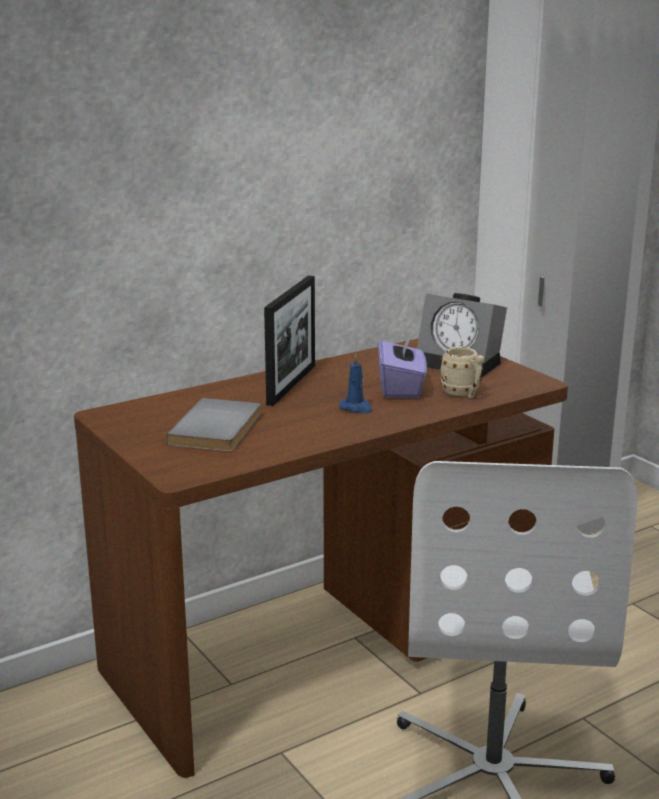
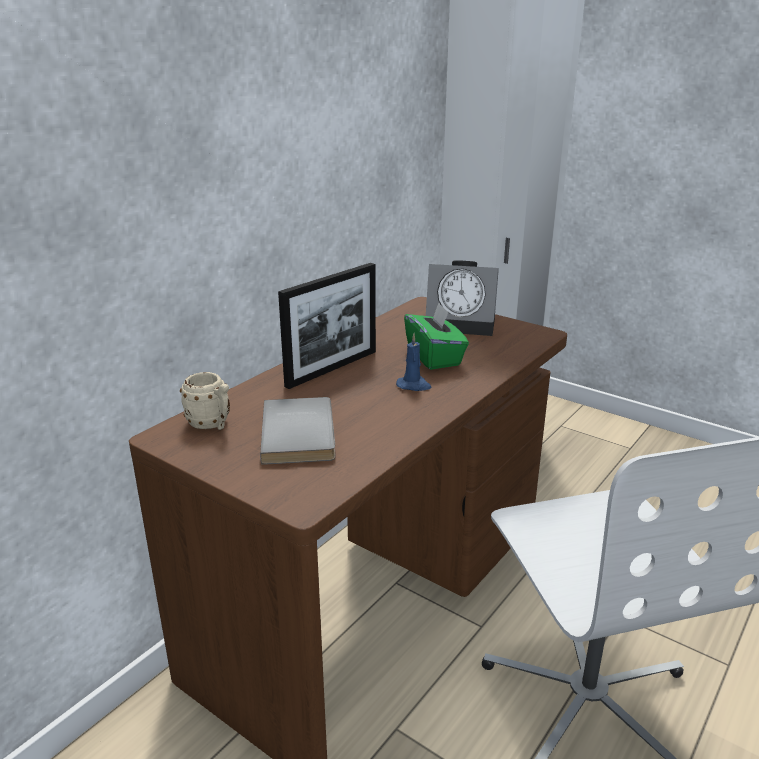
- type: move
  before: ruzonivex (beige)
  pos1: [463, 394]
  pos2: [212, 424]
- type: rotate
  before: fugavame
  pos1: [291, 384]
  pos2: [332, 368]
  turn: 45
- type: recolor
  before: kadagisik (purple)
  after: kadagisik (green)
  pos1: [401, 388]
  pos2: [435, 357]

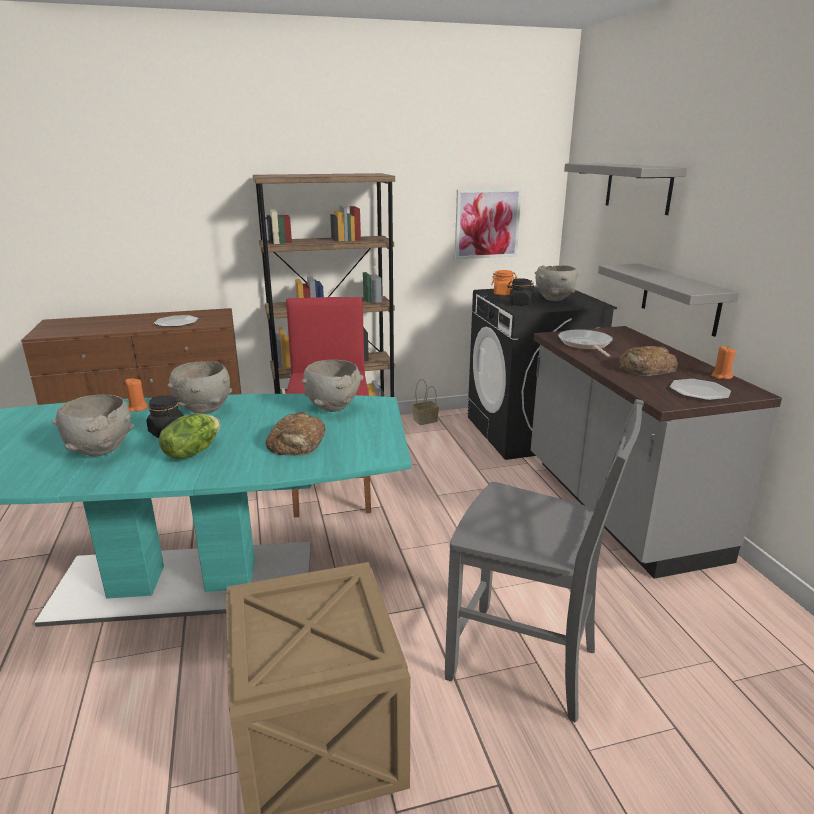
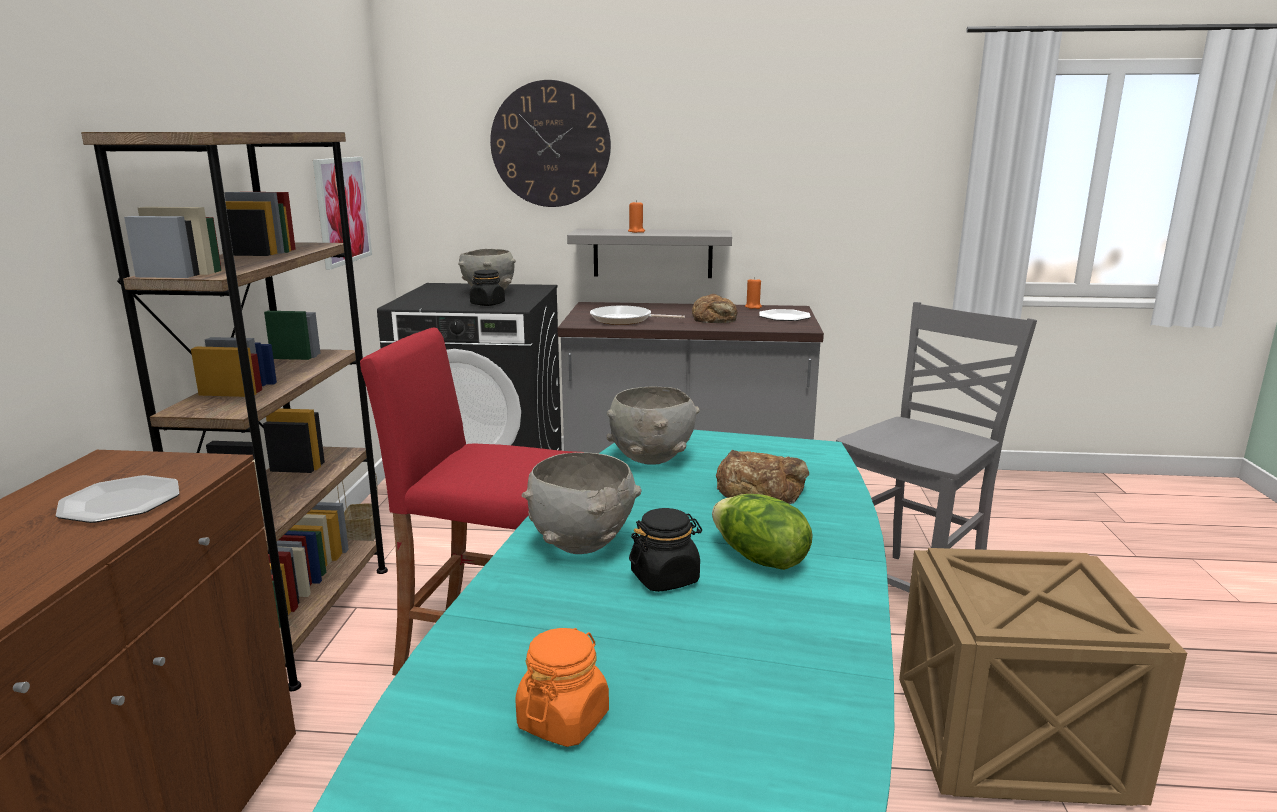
- type: replace
  before: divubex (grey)
  after: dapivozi
  pos1: [638, 187]
  pos2: [550, 144]
- type: move
  before: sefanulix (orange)
  pos1: [503, 294]
  pos2: [563, 720]
- type: move
  before: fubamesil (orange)
  pos1: [137, 408]
  pos2: [636, 231]
- type: delete
  before: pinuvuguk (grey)
  pos1: [101, 451]

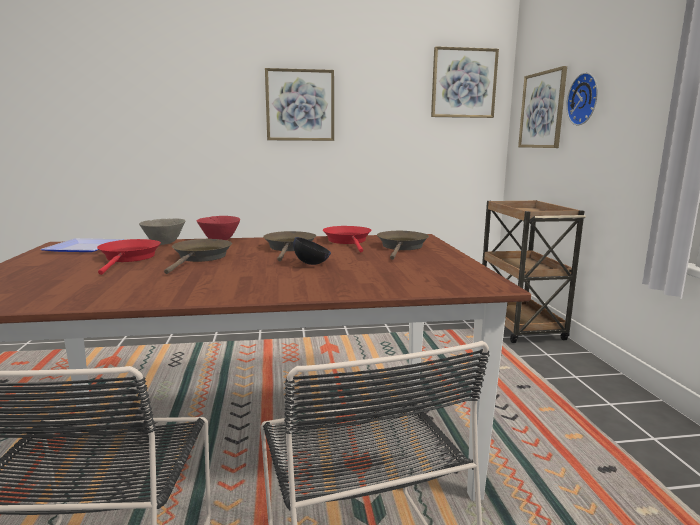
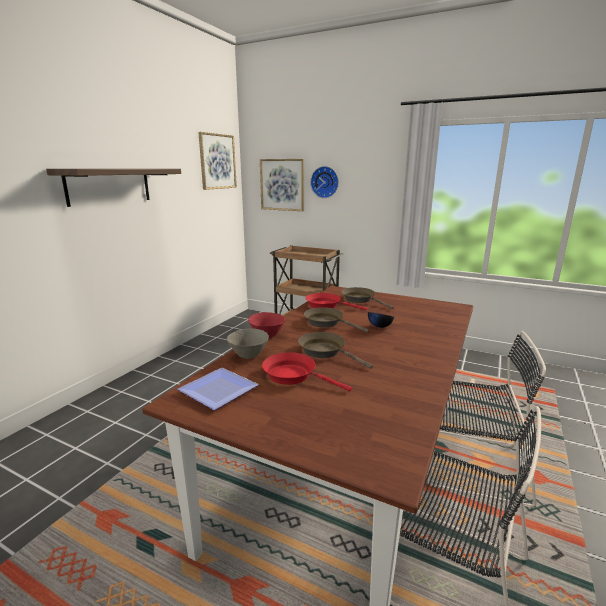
- type: replace
  before: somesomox
  after: divubex
  pos1: [300, 105]
  pos2: [109, 186]

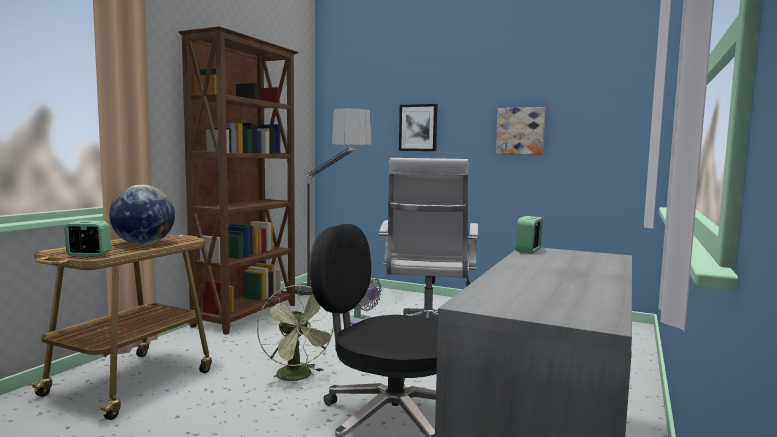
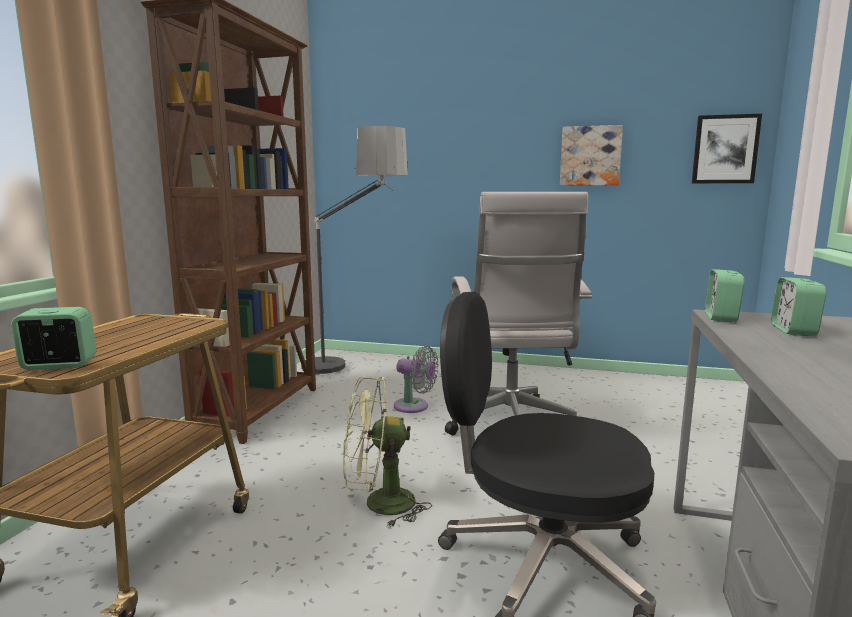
- type: rotate
  before: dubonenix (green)
  pos1: [298, 377]
  pos2: [379, 505]
  turn: 120
- type: move
  before: somesomox
  pos1: [418, 128]
  pos2: [725, 149]
- type: insert
  after: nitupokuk
  pos2: [793, 330]
- type: delete
  before: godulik
  pos1: [143, 244]

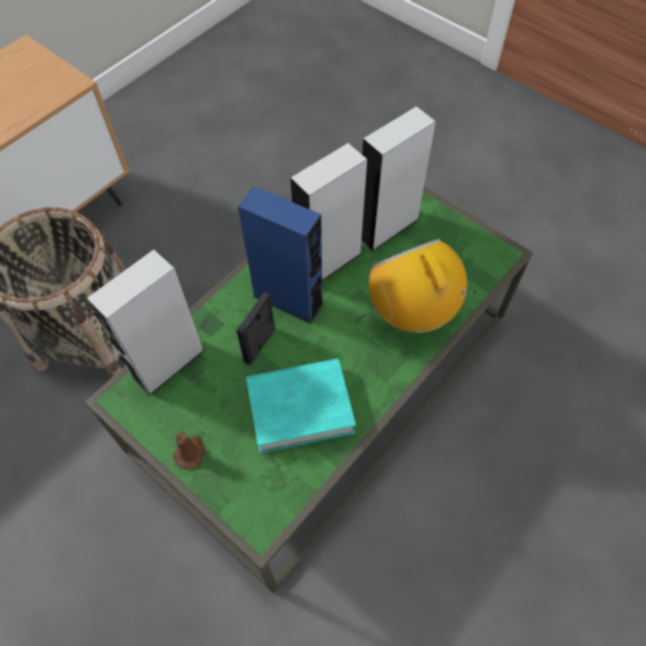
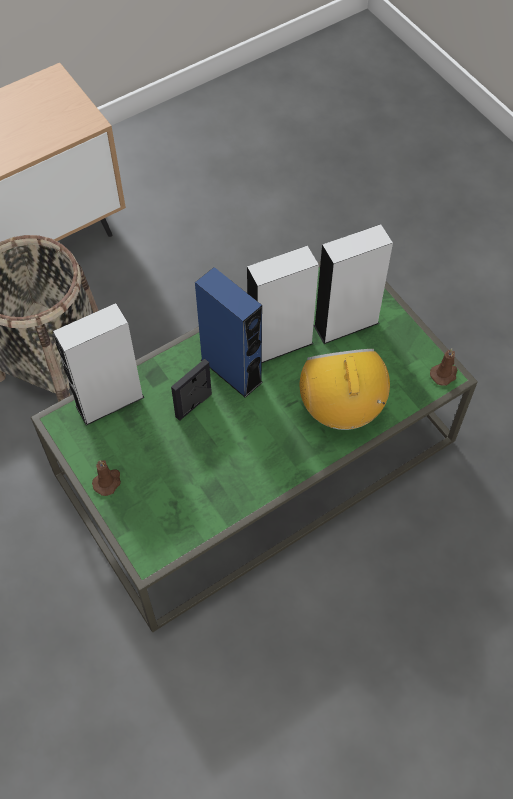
- type: insert
  after: fubamesil (brown)
  pos2: [444, 374]
- type: delete
  before: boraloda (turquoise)
  pos1: [300, 408]

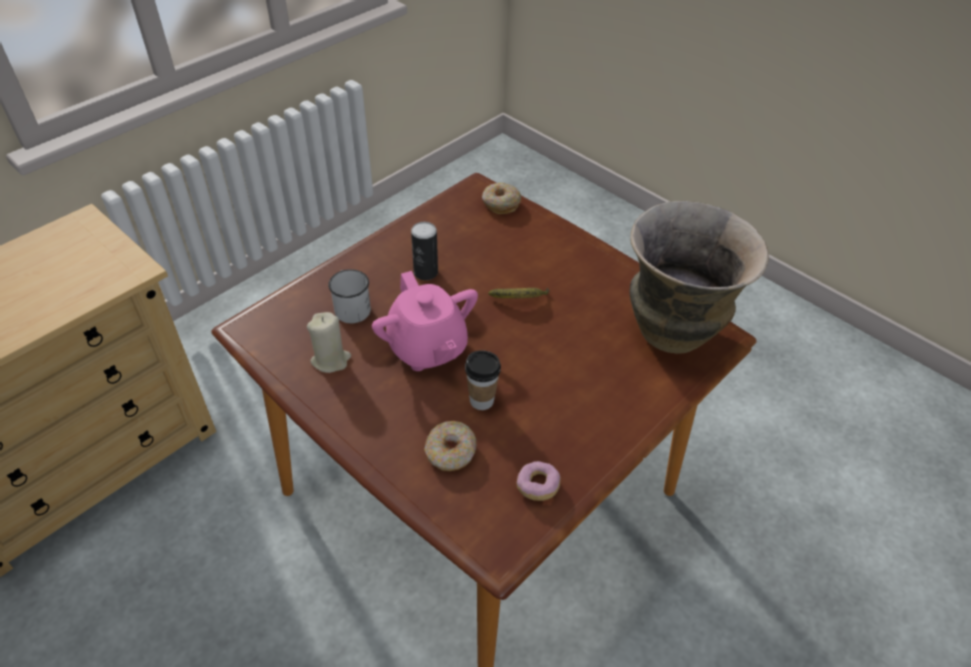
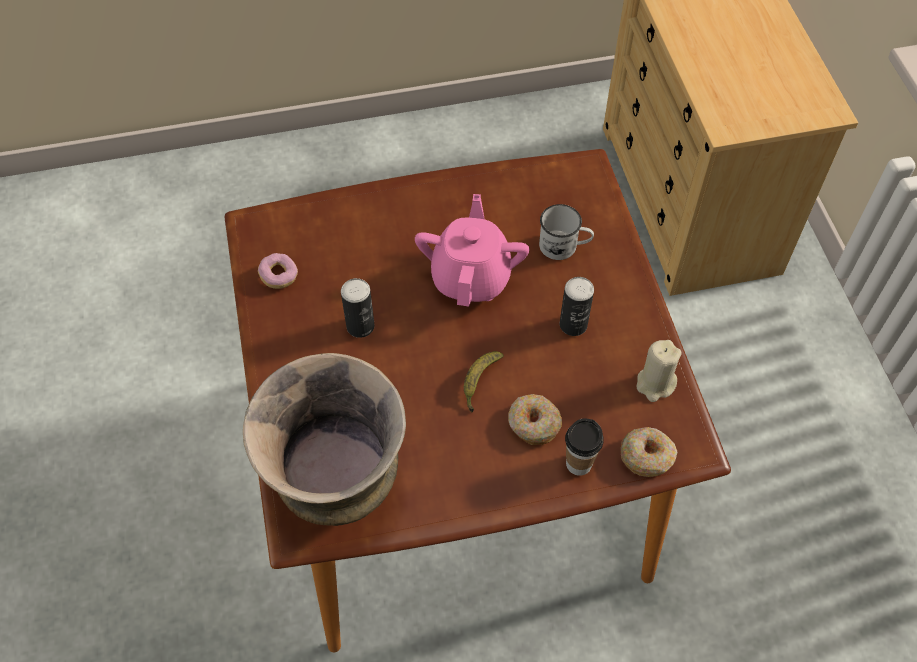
- type: insert
  after: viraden
  pos2: [360, 326]
- type: rotate
  before: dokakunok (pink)
  pos1: [427, 348]
  pos2: [471, 277]
  turn: 90
- type: move
  before: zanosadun
  pos1: [451, 452]
  pos2: [533, 424]
- type: move
  before: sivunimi
  pos1: [481, 400]
  pos2: [578, 464]
- type: move
  before: fubamesil (beige)
  pos1: [331, 360]
  pos2: [655, 384]

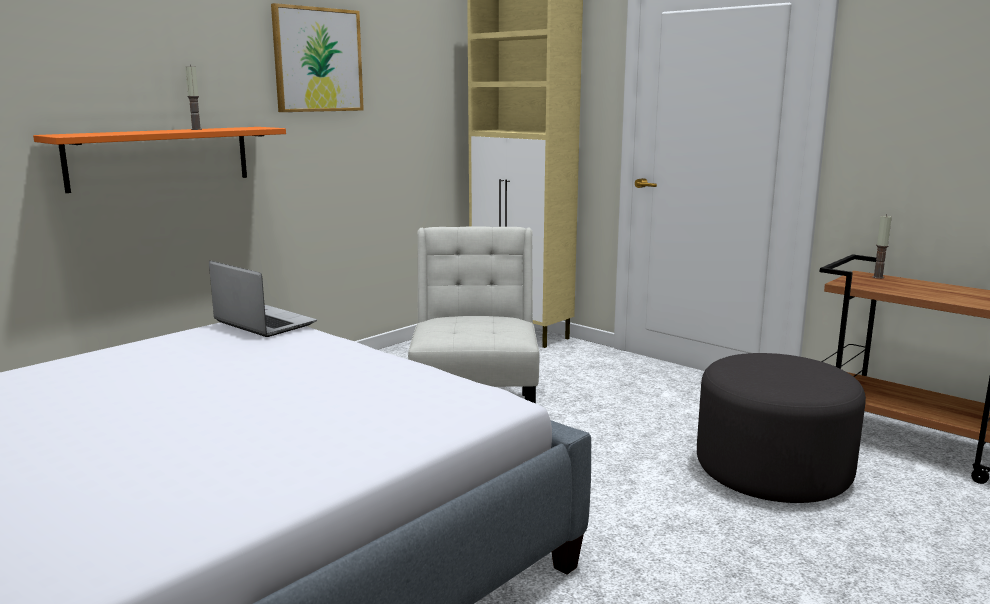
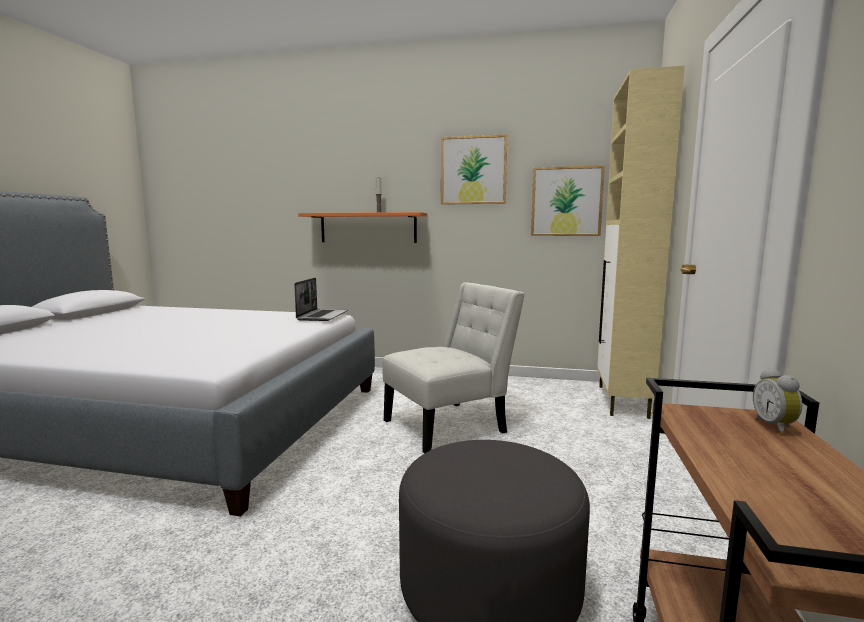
- type: insert
  after: somesomox
  pos2: [566, 201]
- type: replace
  before: fubamesil
  after: nitupokuk
  pos1: [878, 277]
  pos2: [776, 427]

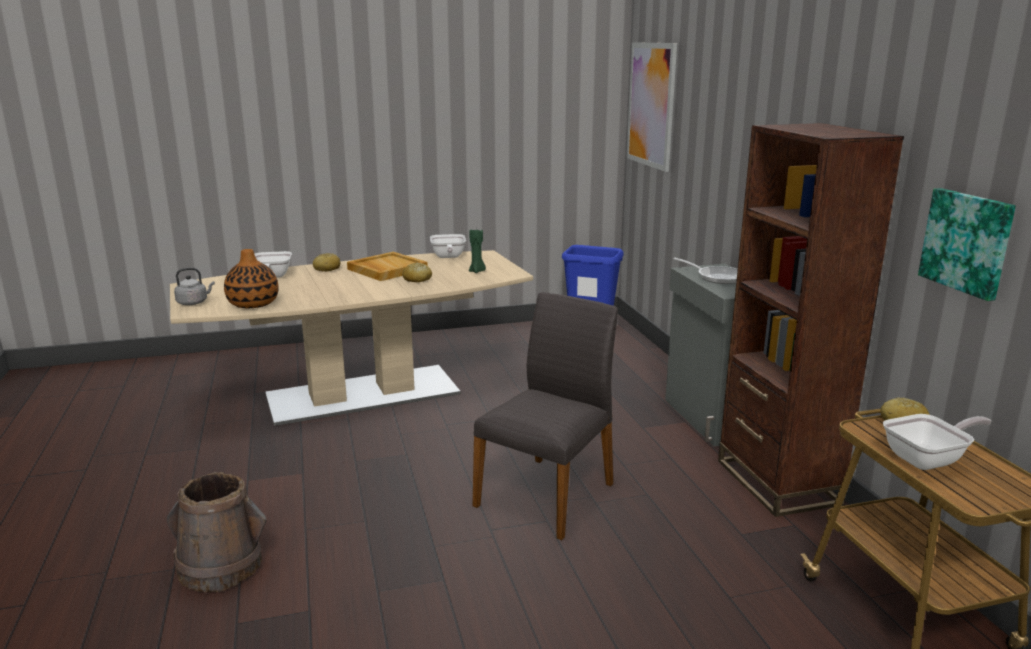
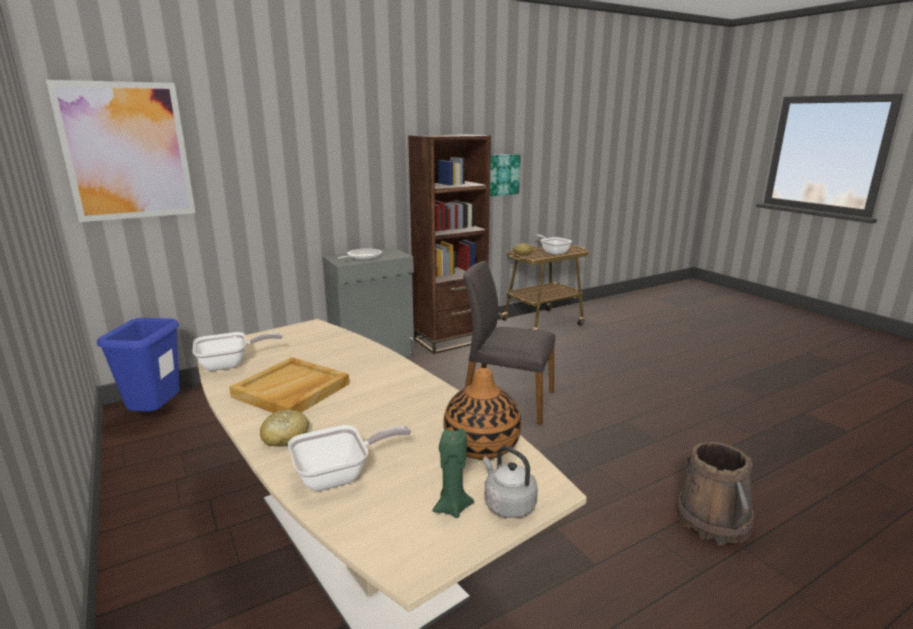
- type: move
  before: fubamesil (green)
  pos1: [477, 271]
  pos2: [452, 508]
- type: delete
  before: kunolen
  pos1: [417, 279]

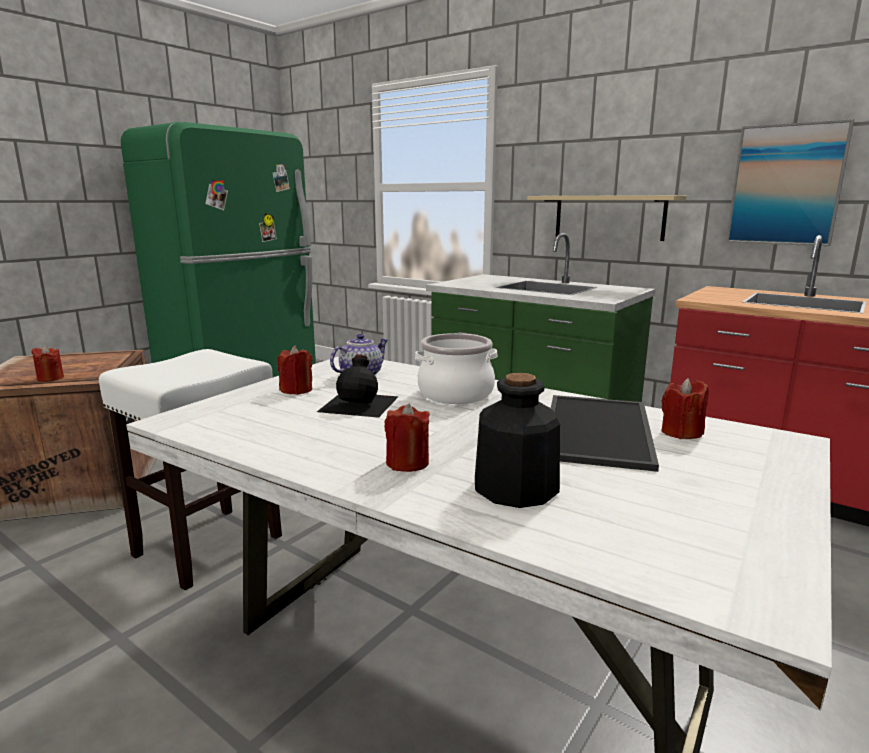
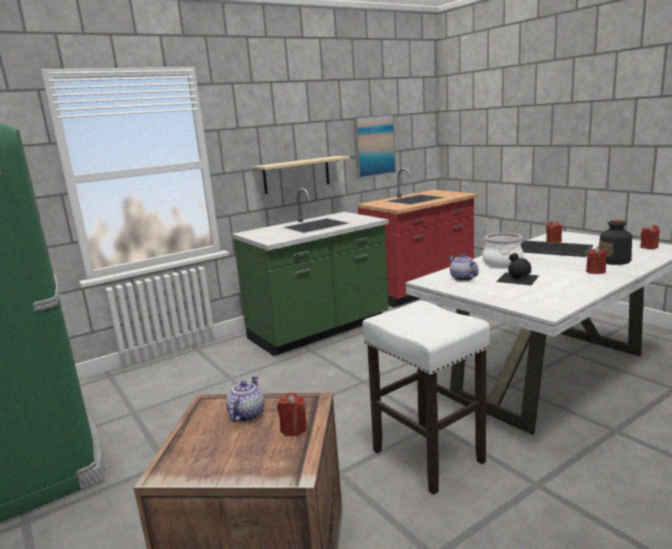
- type: insert
  after: dokakunok
  pos2: [246, 414]
- type: move
  before: fubamesil (red)
  pos1: [296, 390]
  pos2: [649, 247]

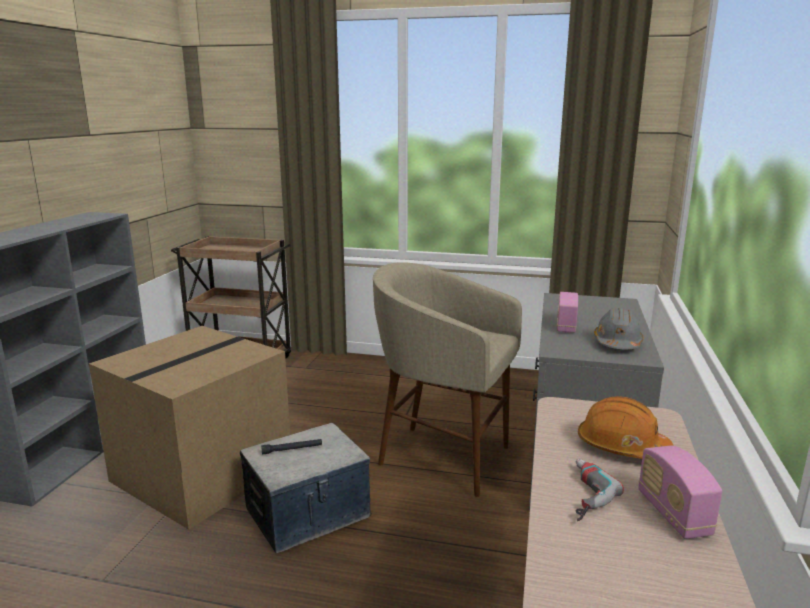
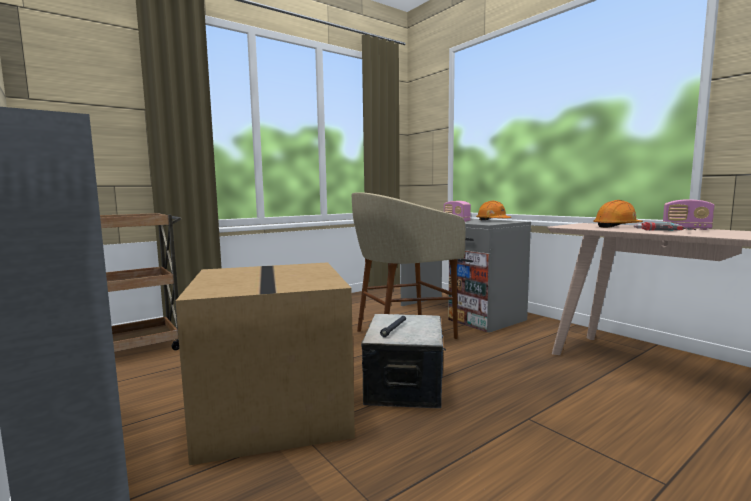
- type: recolor
  before: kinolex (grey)
  after: kinolex (orange)
  pos1: [617, 343]
  pos2: [492, 221]

